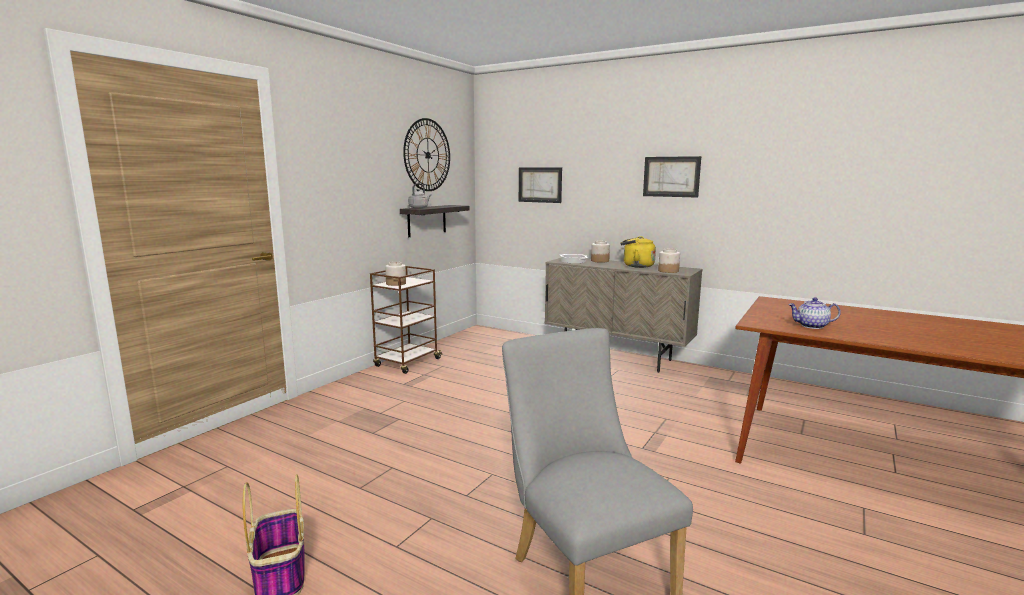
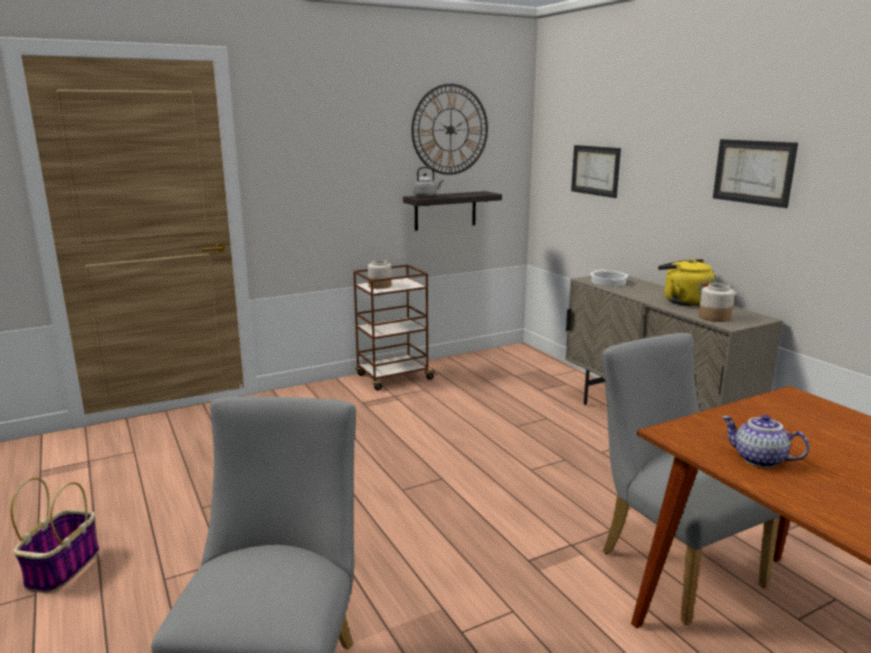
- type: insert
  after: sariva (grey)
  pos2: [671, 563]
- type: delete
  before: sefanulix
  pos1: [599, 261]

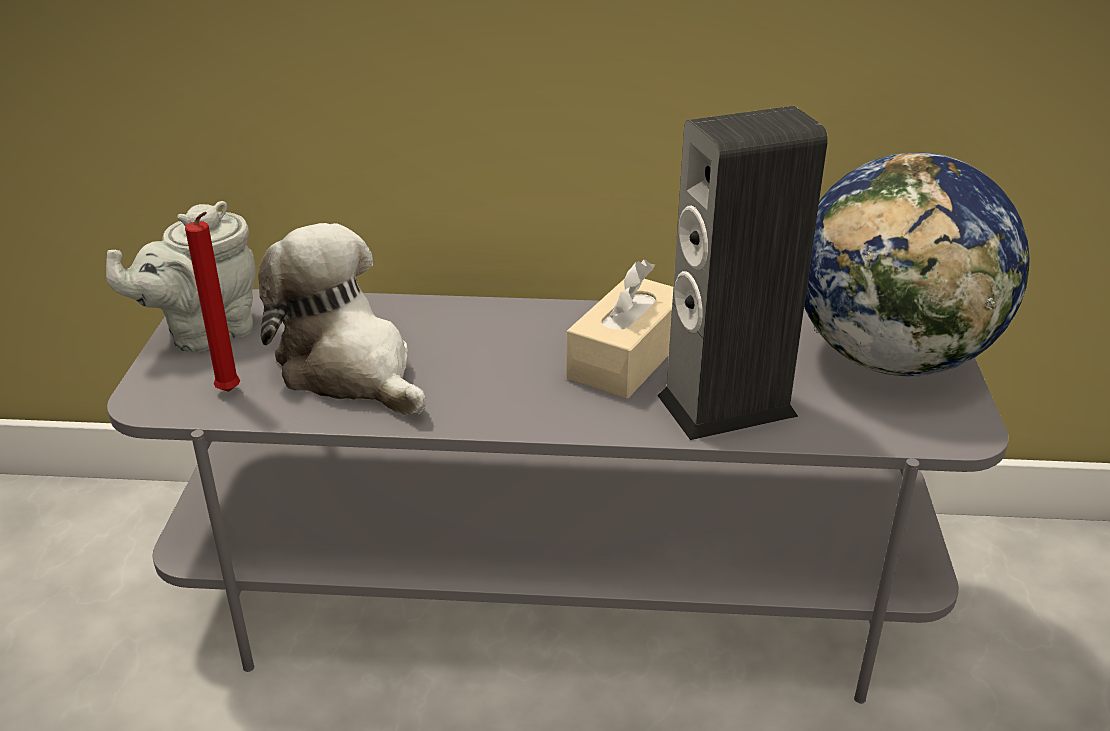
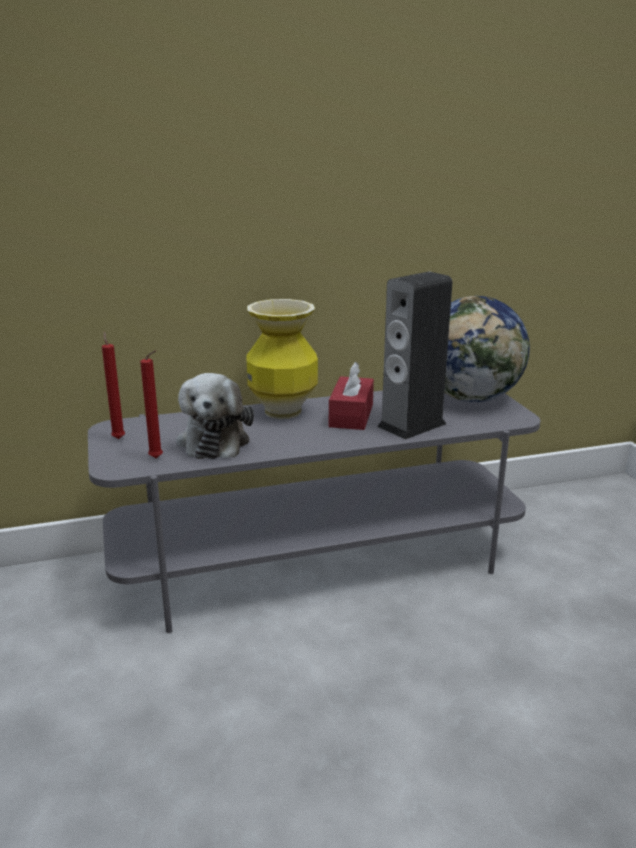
- type: replace
  before: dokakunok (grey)
  after: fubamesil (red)
  pos1: [204, 332]
  pos2: [118, 438]
- type: rotate
  before: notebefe
  pos1: [349, 370]
  pos2: [214, 440]
  turn: -120
- type: insert
  after: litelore
  pos2: [283, 412]
- type: recolor
  before: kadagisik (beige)
  after: kadagisik (red)
  pos1: [627, 358]
  pos2: [351, 415]

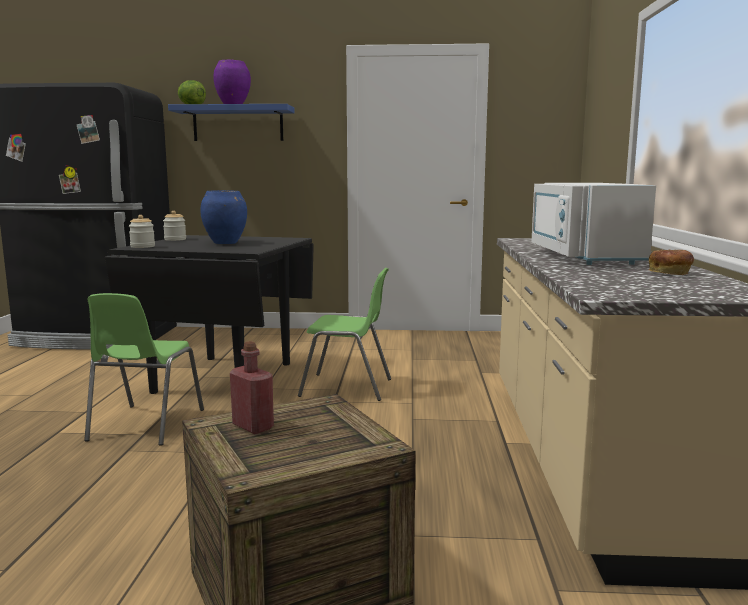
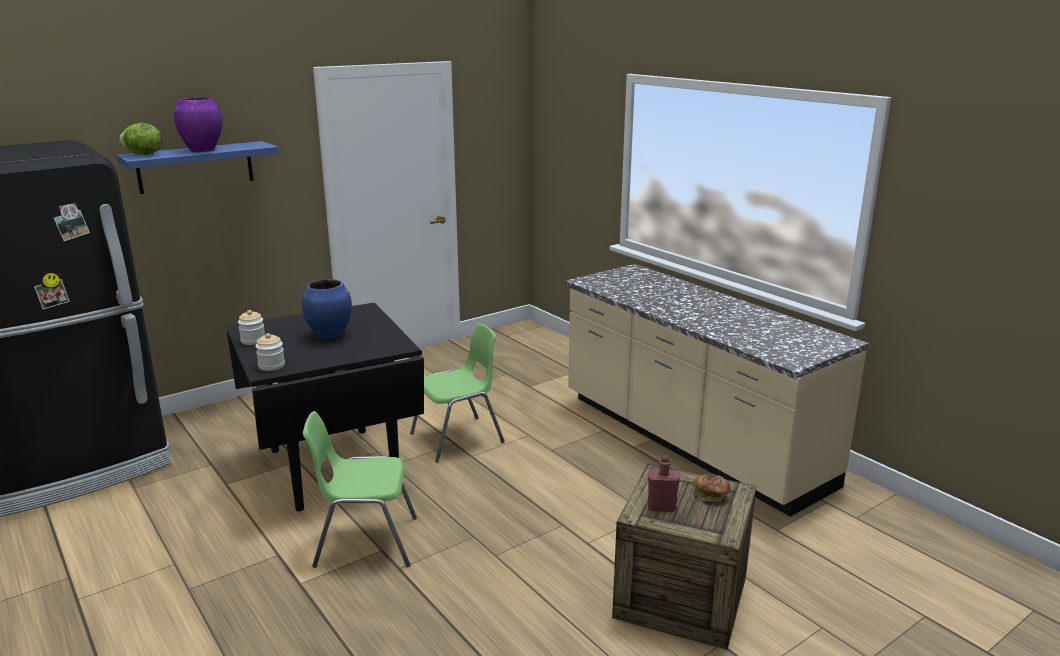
- type: rotate
  before: sariva (green)
  pos1: [145, 425]
  pos2: [364, 542]
  turn: 120
- type: move
  before: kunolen
  pos1: [669, 273]
  pos2: [711, 495]
- type: delete
  before: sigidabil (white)
  pos1: [581, 256]

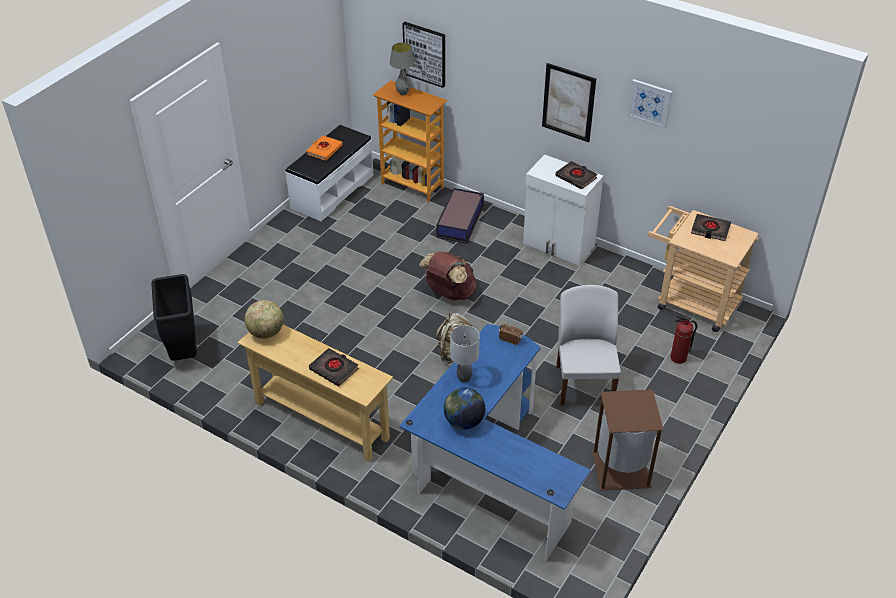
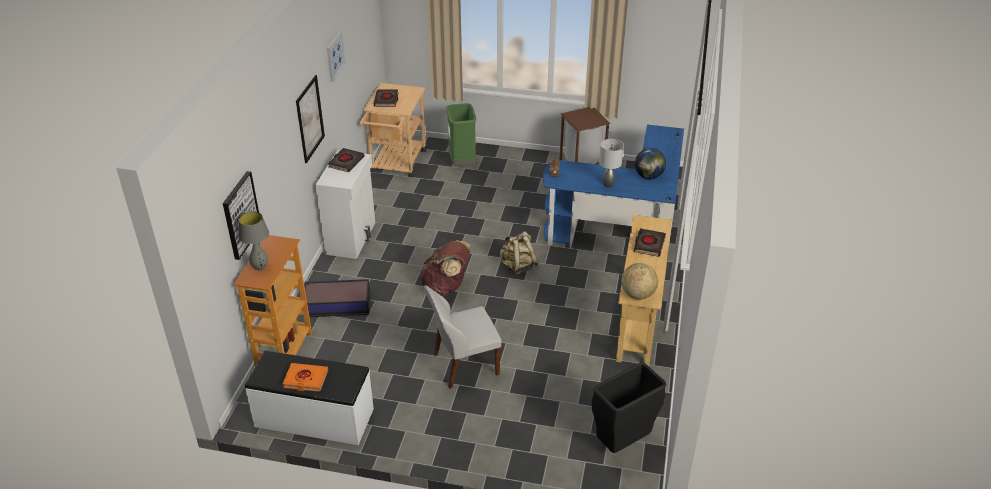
- type: move
  before: sariva (white)
  pos1: [584, 383]
  pos2: [463, 365]
- type: replace
  before: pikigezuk
  after: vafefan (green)
  pos1: [678, 358]
  pos2: [462, 163]

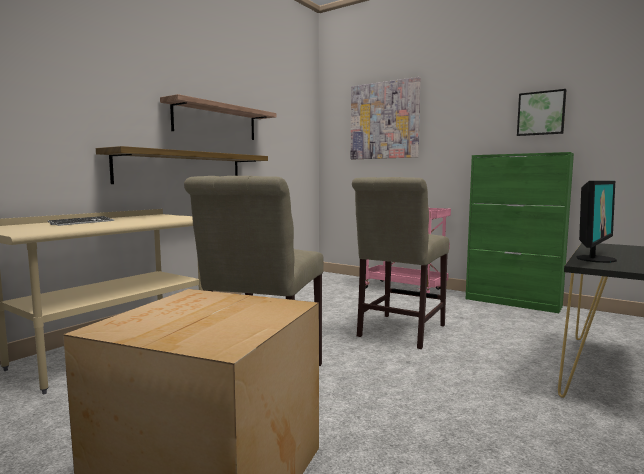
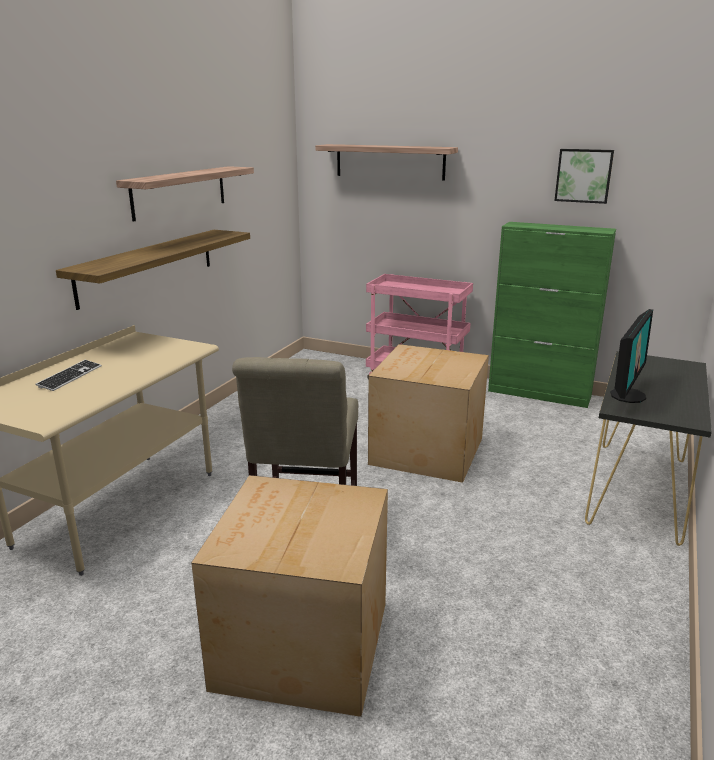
- type: replace
  before: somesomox
  after: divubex
  pos1: [384, 120]
  pos2: [389, 161]
- type: replace
  before: sariva (beige)
  after: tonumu
  pos1: [399, 332]
  pos2: [425, 451]

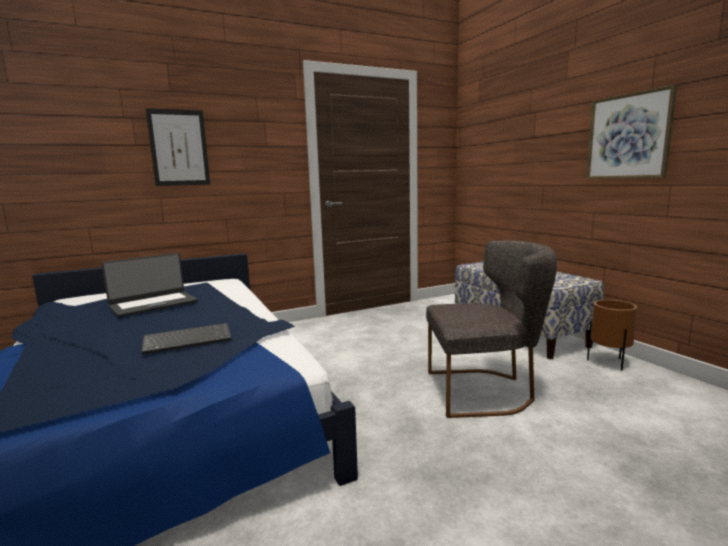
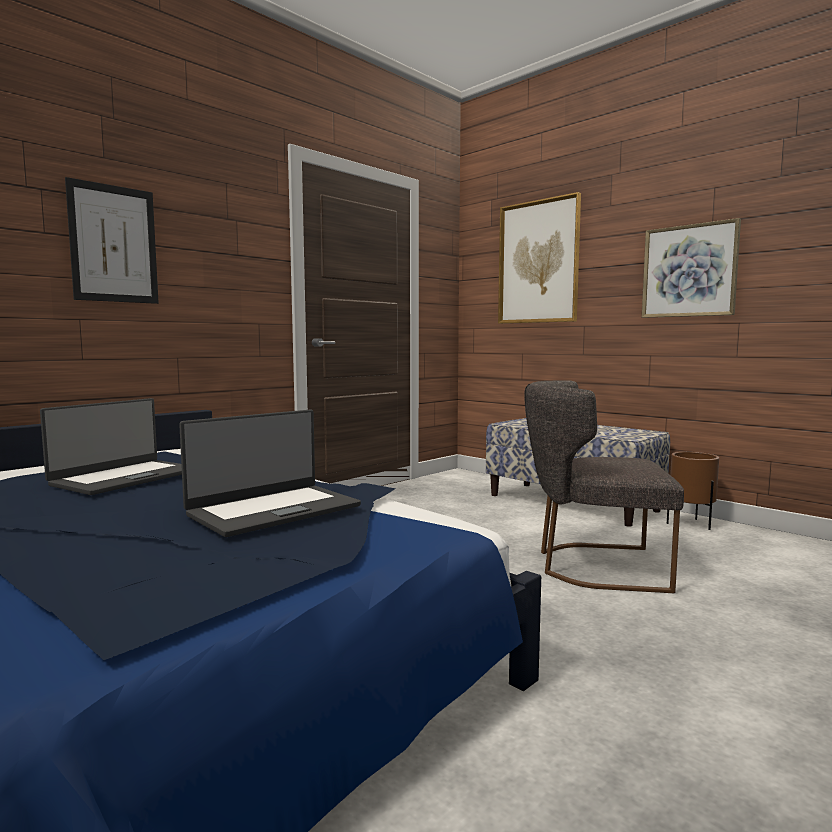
- type: replace
  before: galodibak
  after: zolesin
  pos1: [189, 339]
  pos2: [273, 510]
- type: insert
  after: somesomox
  pos2: [538, 262]
- type: rotate
  before: sariva (grey)
  pos1: [485, 391]
  pos2: [593, 565]
  turn: -150

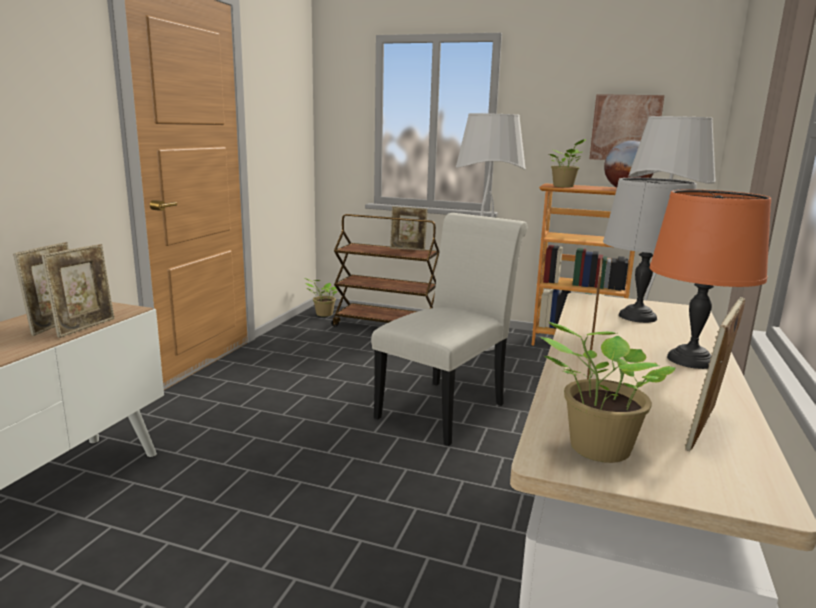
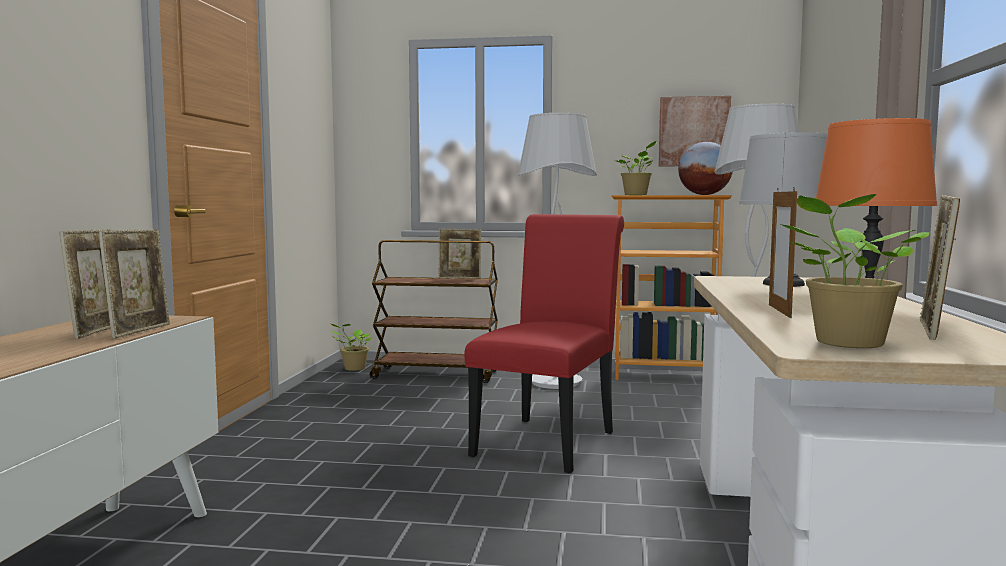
- type: recolor
  before: sariva (white)
  after: sariva (red)
  pos1: [446, 408]
  pos2: [549, 441]

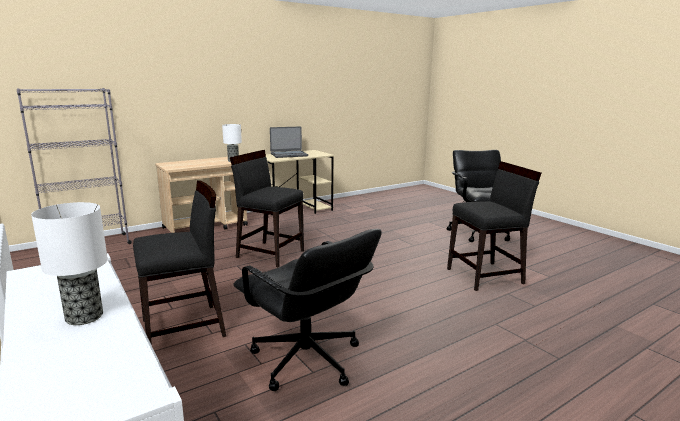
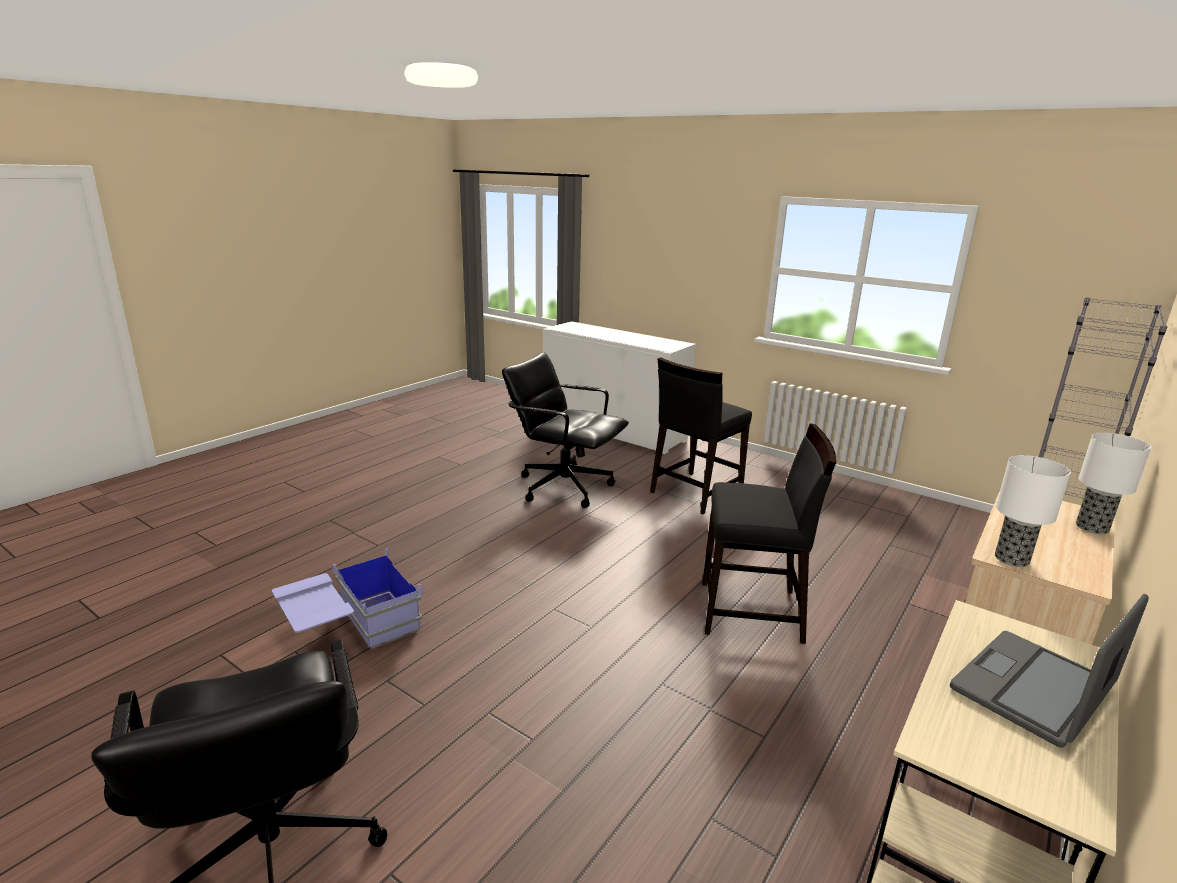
- type: replace
  before: sariva (black)
  after: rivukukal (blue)
  pos1: [485, 276]
  pos2: [351, 630]
- type: move
  before: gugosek
  pos1: [85, 316]
  pos2: [1091, 528]

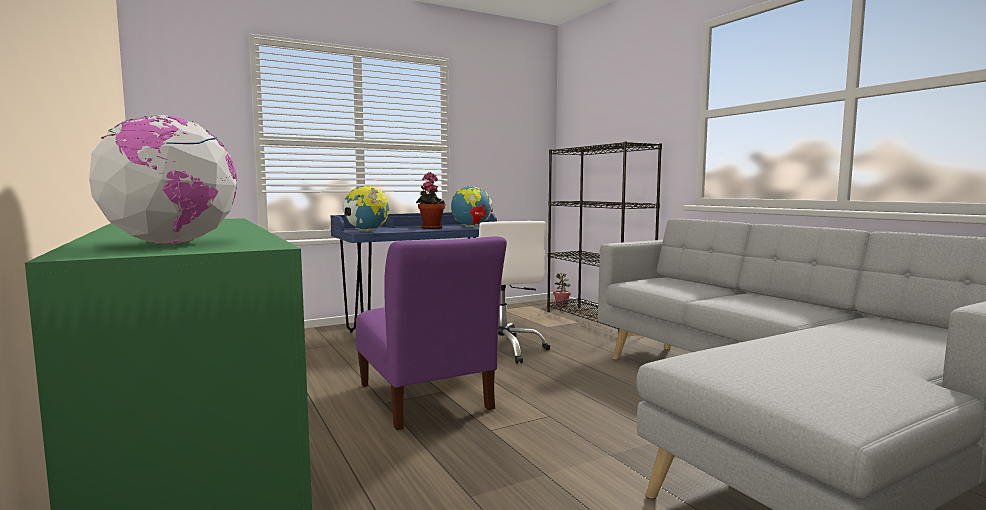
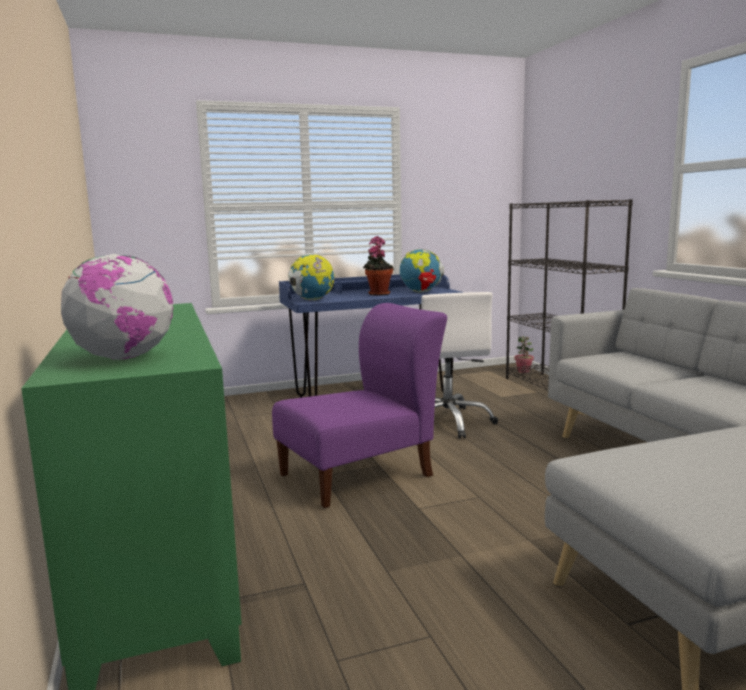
- type: rotate
  before: sariva (purple)
  pos1: [425, 400]
  pos2: [362, 474]
  turn: -105

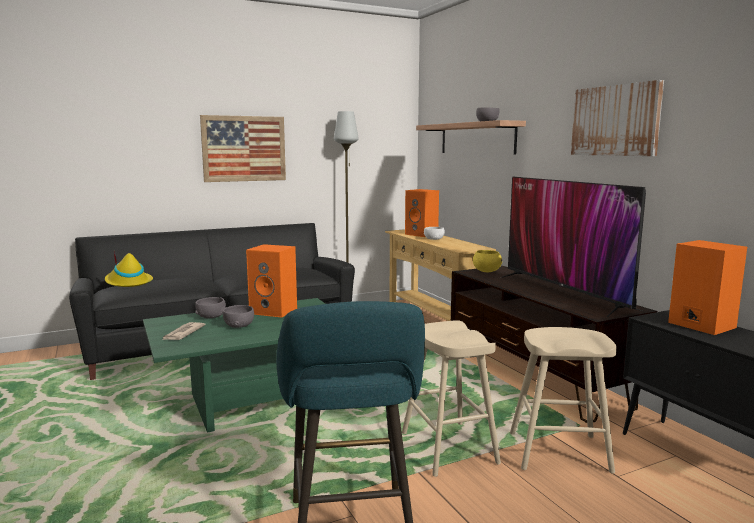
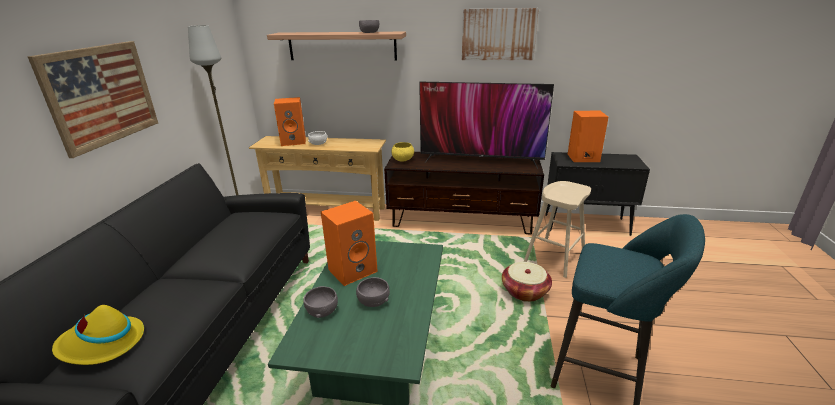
- type: replace
  before: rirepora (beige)
  after: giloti
  pos1: [449, 448]
  pos2: [525, 291]
- type: delete
  before: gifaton
  pos1: [183, 333]

